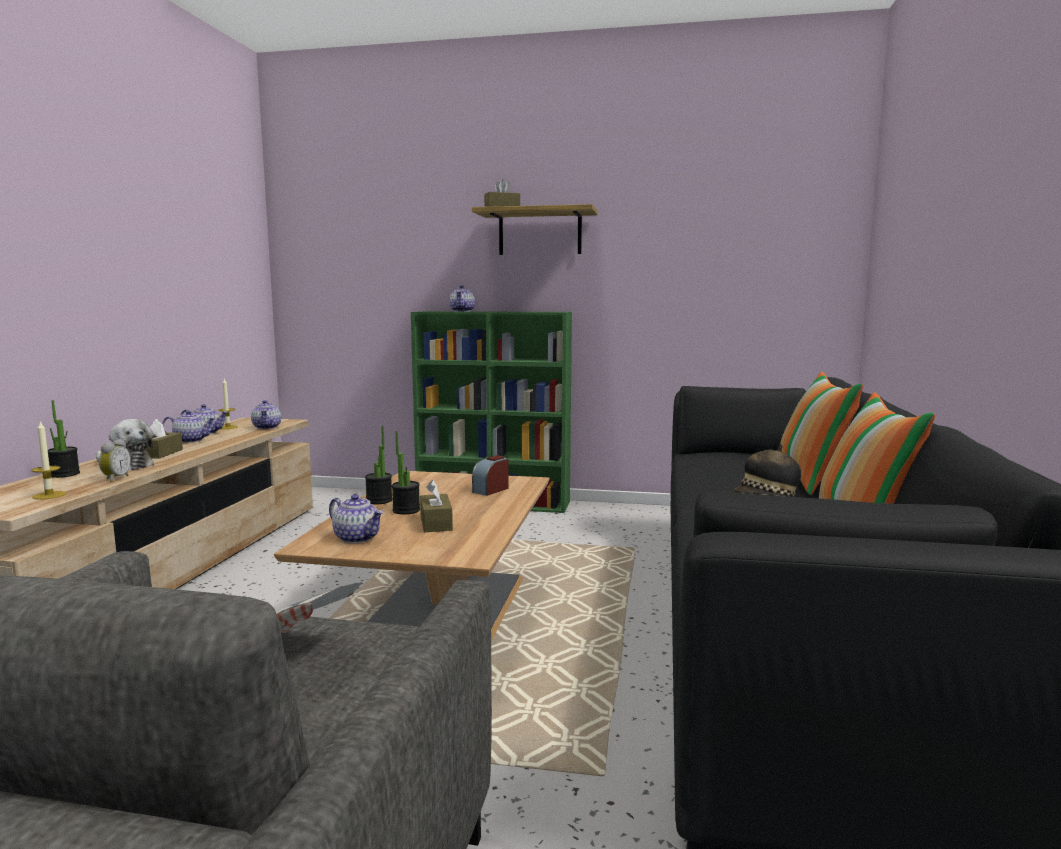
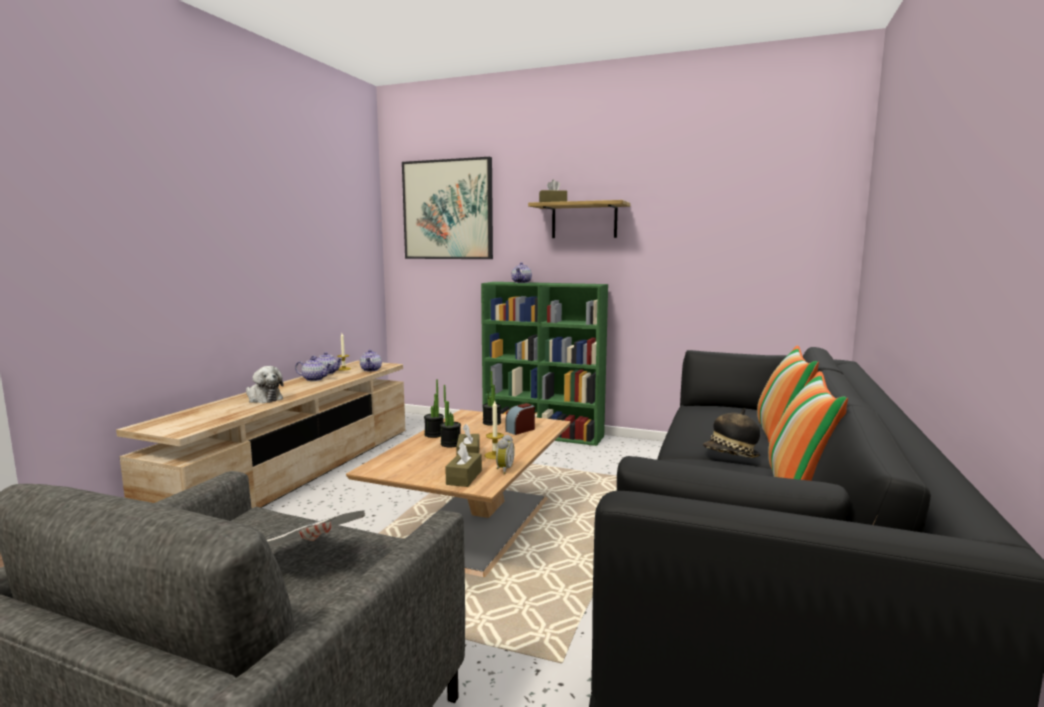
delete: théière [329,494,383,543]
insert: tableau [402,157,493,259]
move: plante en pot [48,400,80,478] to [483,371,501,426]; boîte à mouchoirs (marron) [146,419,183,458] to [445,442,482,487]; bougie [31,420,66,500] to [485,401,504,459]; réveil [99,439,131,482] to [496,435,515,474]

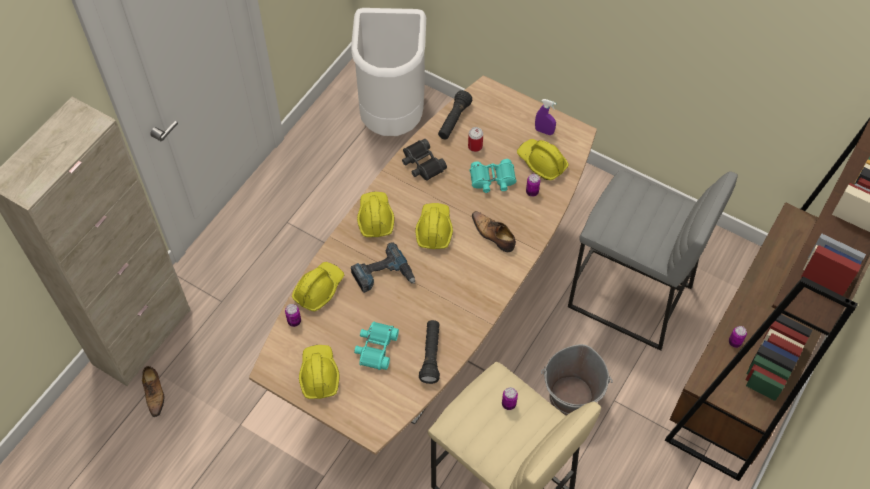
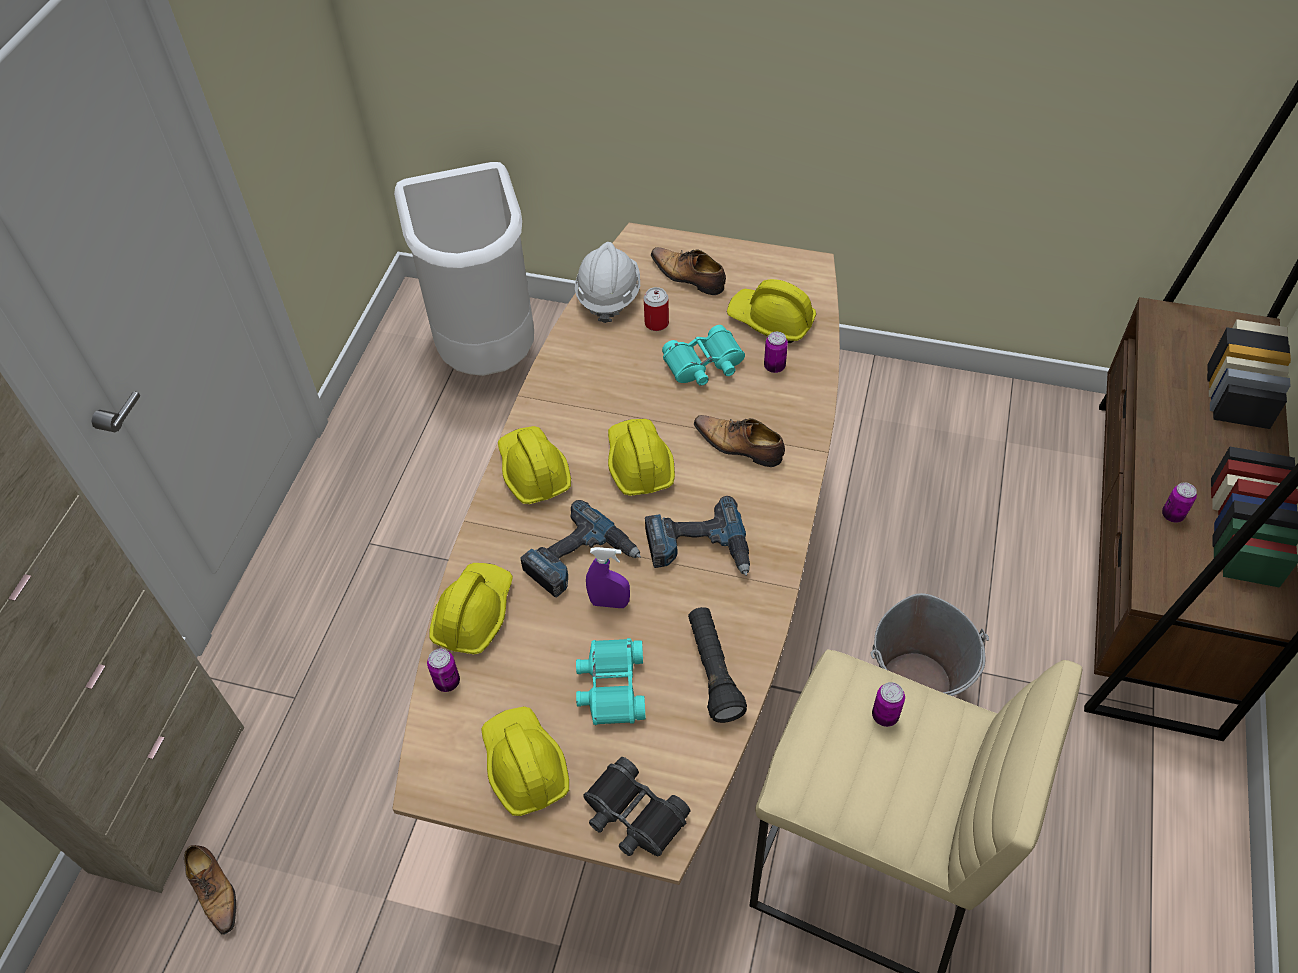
delete: tabouret (gris) [568,170,738,351]
insert: chaussure [651,247,726,295]; perceuse [645,496,750,576]
move: vaporisateur (violet) [535,99,557,135] to [586,547,630,608]; jumelles (noir) [402,139,447,181] to [583,757,691,856]
replace: lampe de poche (noir) [438,90,472,140] to casque de chantier (blanc) [575,242,640,323]

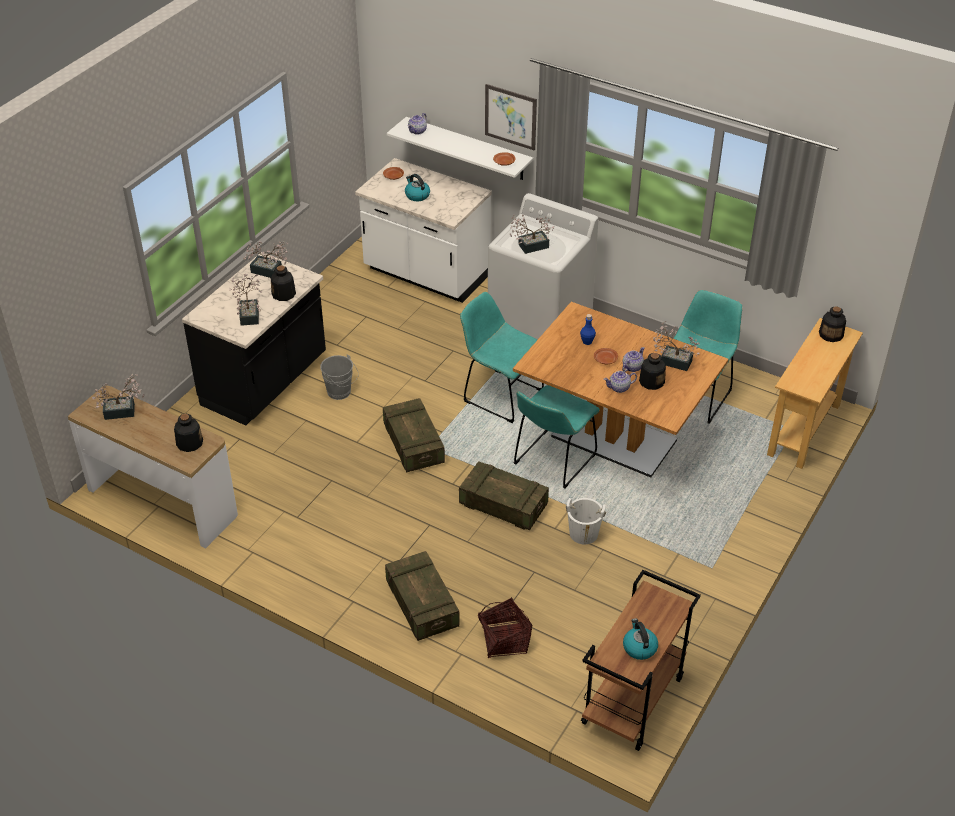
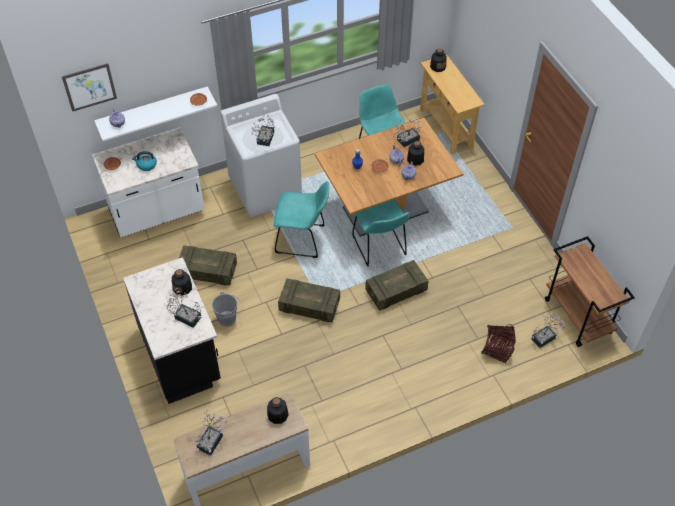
delete: seau (blanc) [566,498,606,544]; bouilloire [623,618,658,660]
move: tableau [485,84,537,151] to [62,63,117,112]; plante en pot [243,241,288,278] to [531,311,565,348]; caisse [385,551,460,641] to [179,245,237,285]
rotate: chaise (turquoise) [460,292,544,423] = [274,181,329,258] 150 degrees counterclockwise

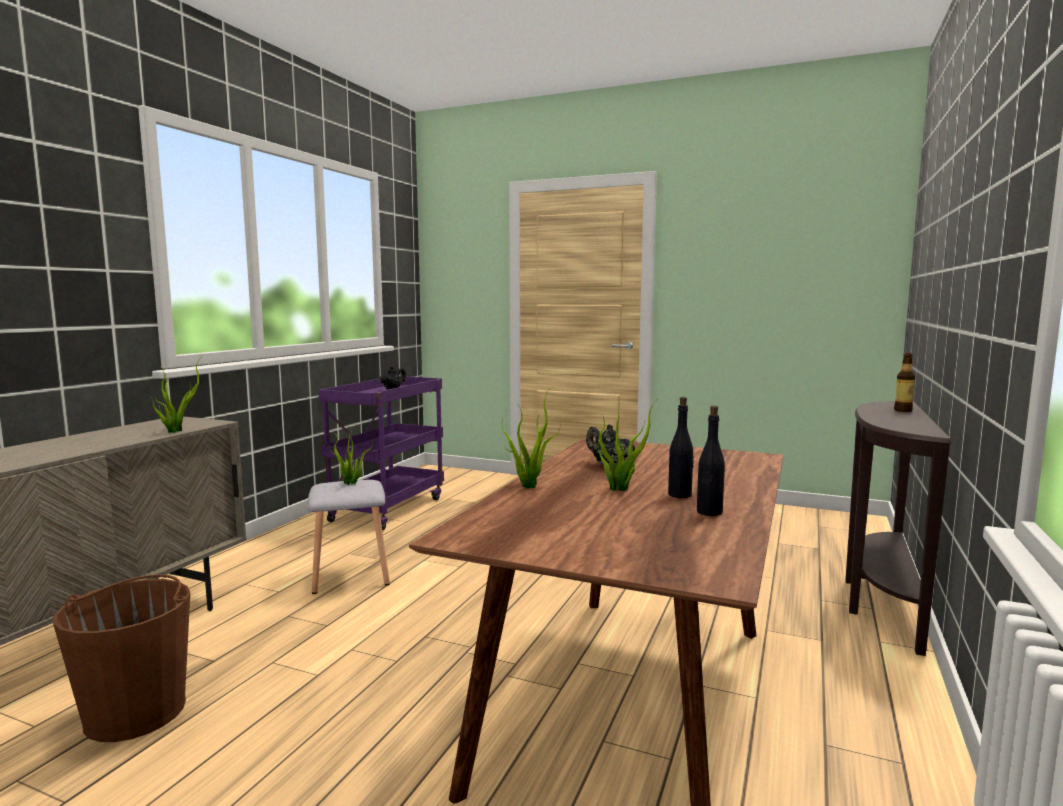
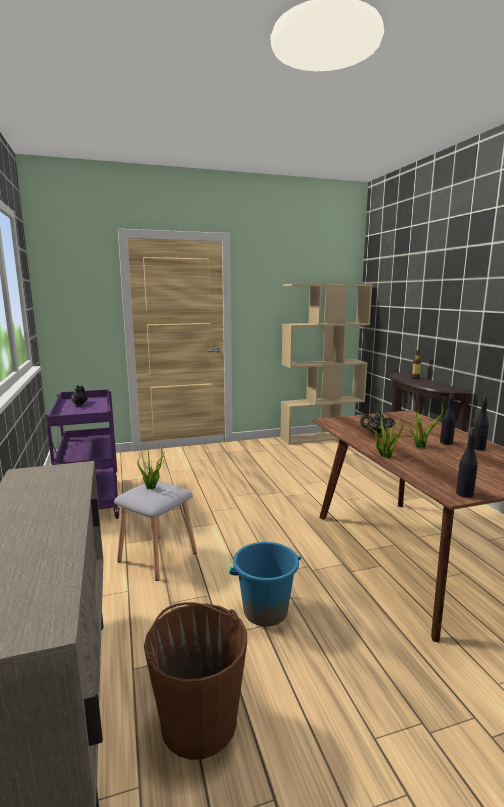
delete: plante en pot [151,359,200,433]
insert: bibliothèque (beige) [280,284,372,445]; bouteille (noir) [456,427,478,498]; seau (bleu) [229,542,301,627]

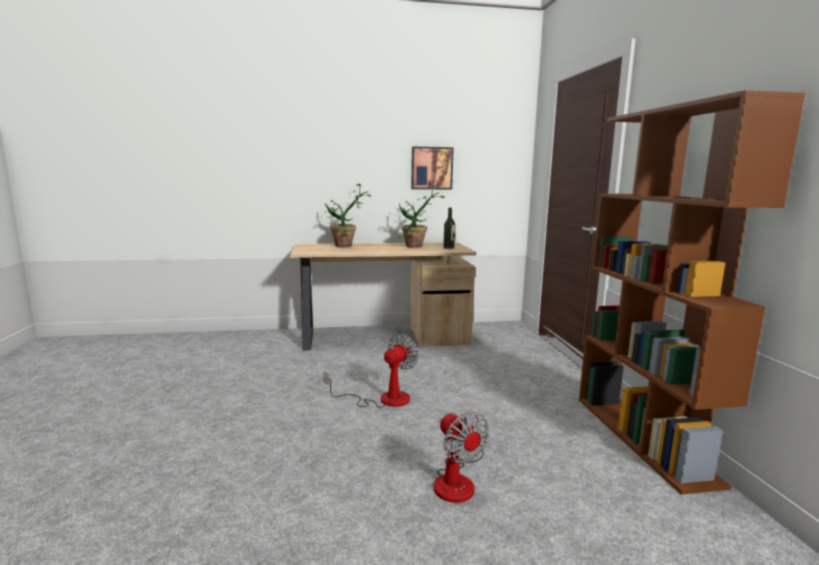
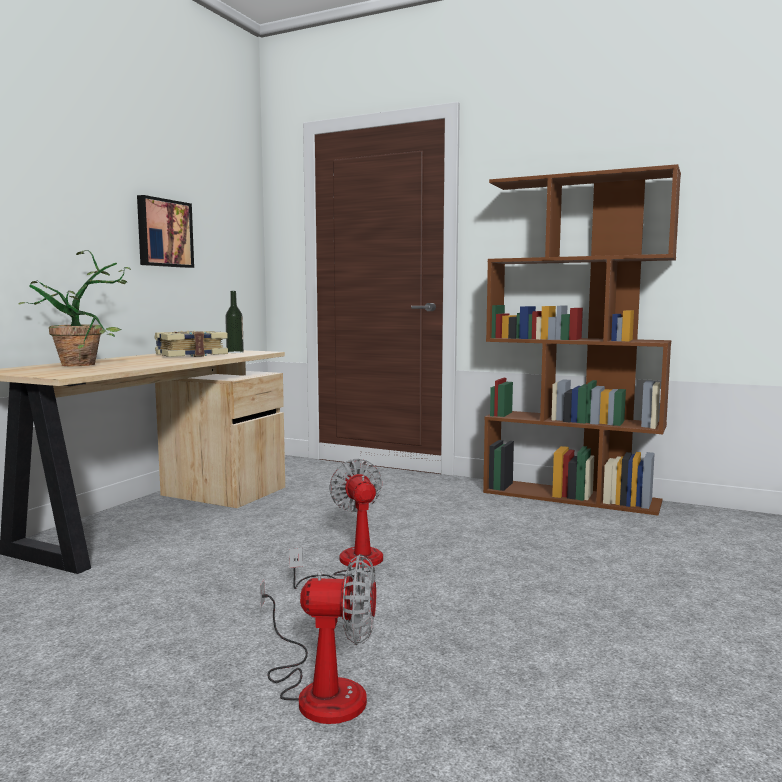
move: ventilateur [434,408,489,503] to [260,554,376,724]
replace: plante en pot [399,185,444,248] to livre [155,330,228,357]

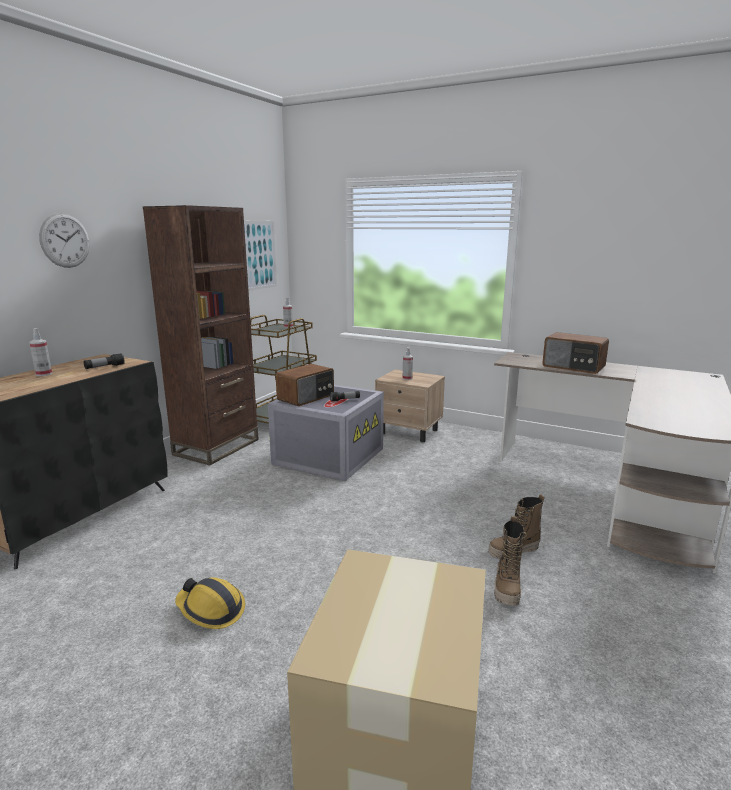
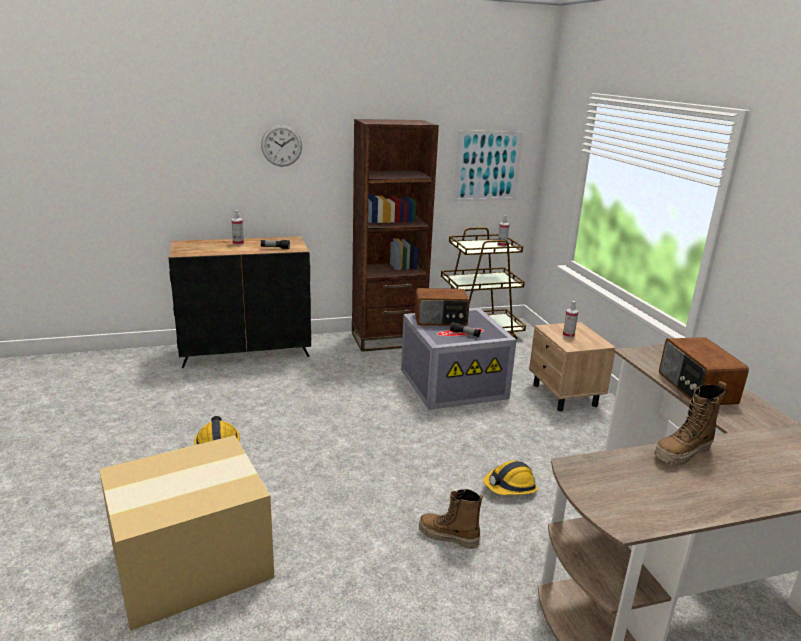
insert: casque de chantier [483,460,538,495]
move: botte [494,516,527,606] to [654,381,726,466]

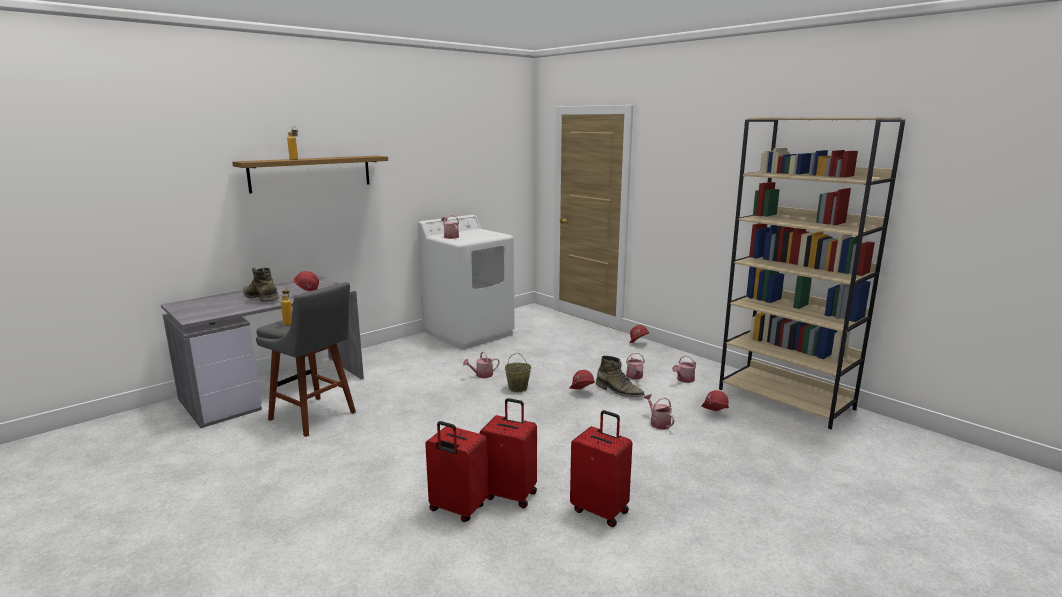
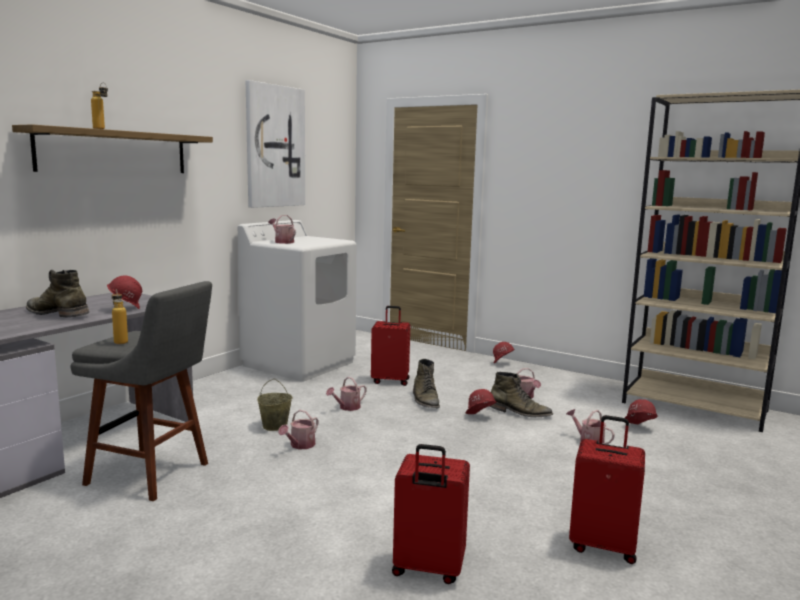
insert: tableau [246,80,305,208]; botte (vert) [413,359,440,409]
move: seau (beige) [505,353,532,392] to [257,379,293,431]; arrosoir [672,355,696,383] to [278,410,319,449]; valise (rouge) [479,398,537,508] to [371,306,410,386]

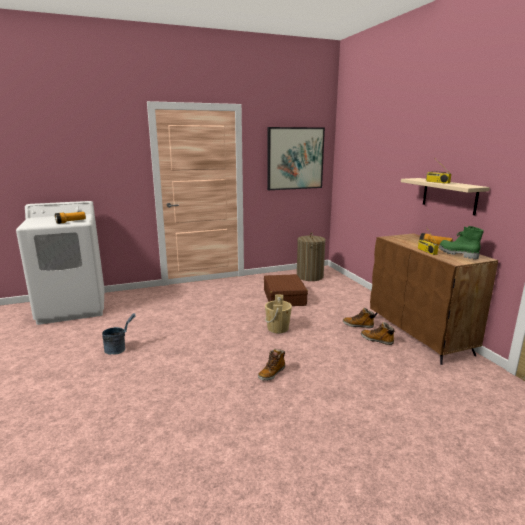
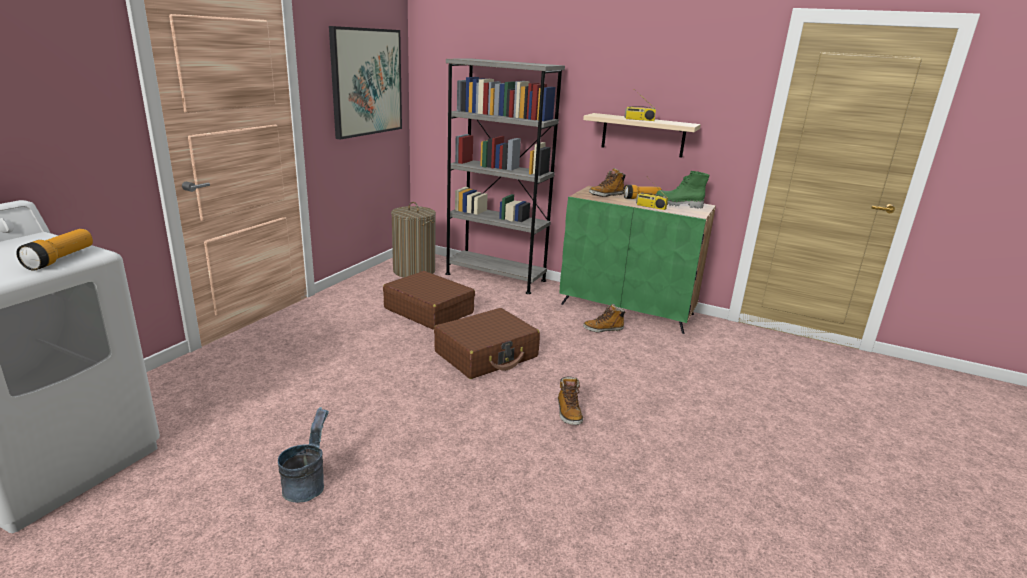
insert: bibliothèque (gris) [445,58,565,294]
move: botte [343,308,374,328] to [589,168,626,197]
replace: seau (beige) [265,294,292,333] to valise (marron) [434,308,540,379]
recolor: meuble de rangement (marron) [370,233,498,365] to meuble de rangement (vert) [559,186,716,334]

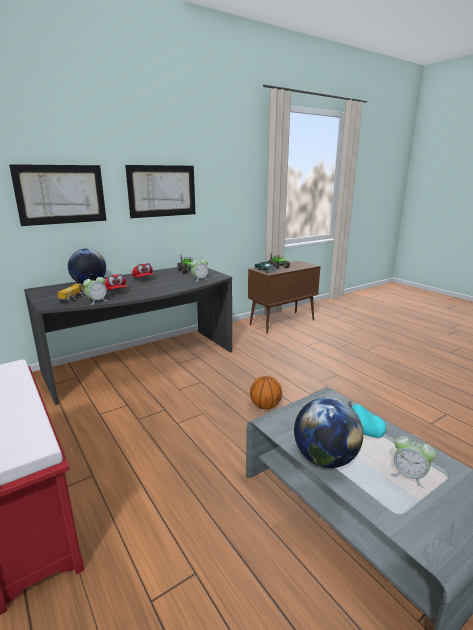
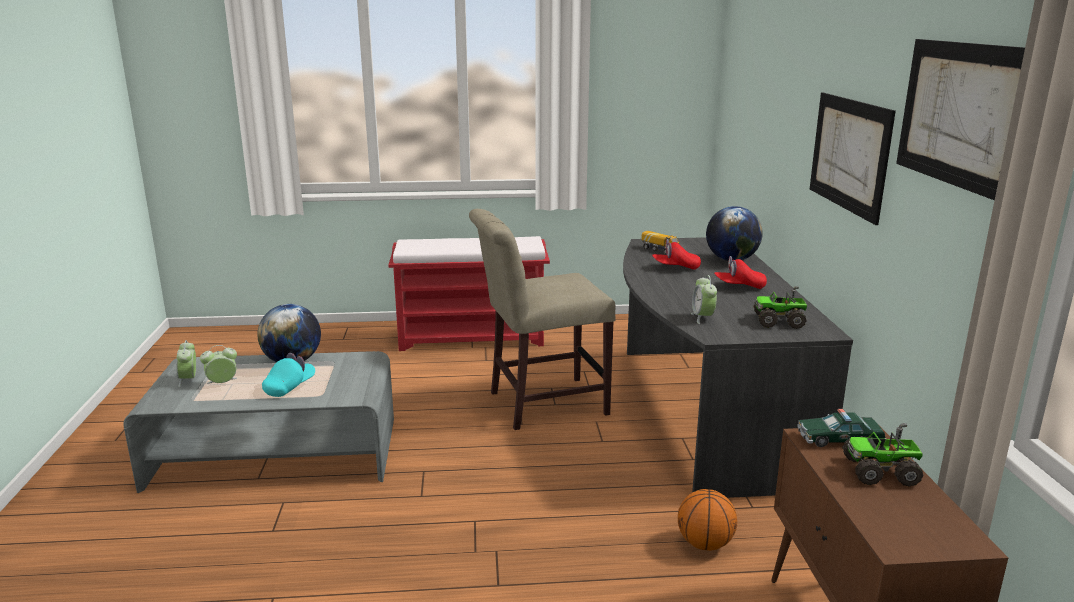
insert: chaise (beige) [469,209,616,430]
move: tableau [9,164,106,226] to [896,39,1025,200]; réveil [83,274,108,305] to [176,340,196,387]; ballon de basket [250,376,282,409] to [678,489,737,551]

